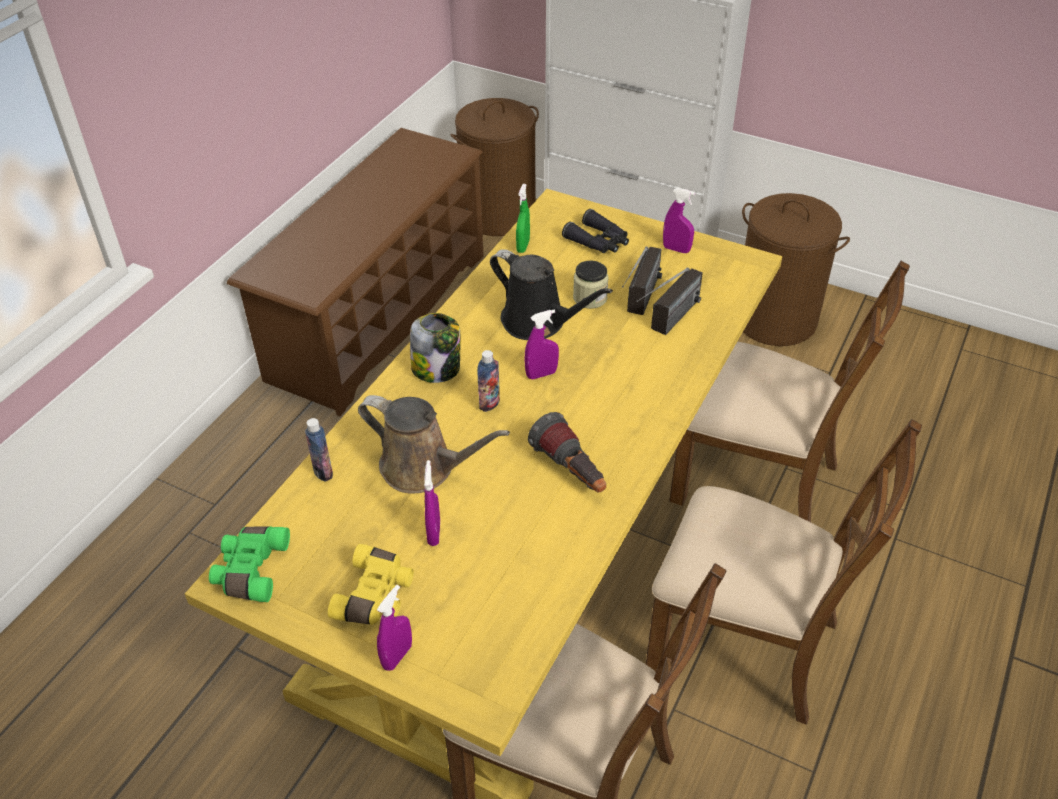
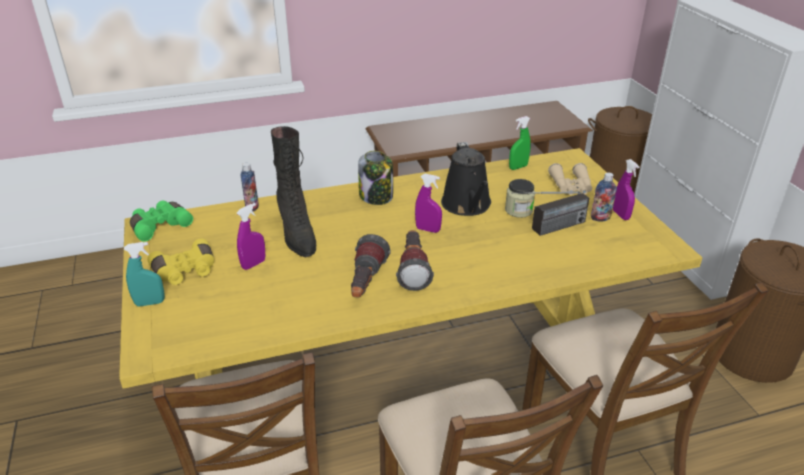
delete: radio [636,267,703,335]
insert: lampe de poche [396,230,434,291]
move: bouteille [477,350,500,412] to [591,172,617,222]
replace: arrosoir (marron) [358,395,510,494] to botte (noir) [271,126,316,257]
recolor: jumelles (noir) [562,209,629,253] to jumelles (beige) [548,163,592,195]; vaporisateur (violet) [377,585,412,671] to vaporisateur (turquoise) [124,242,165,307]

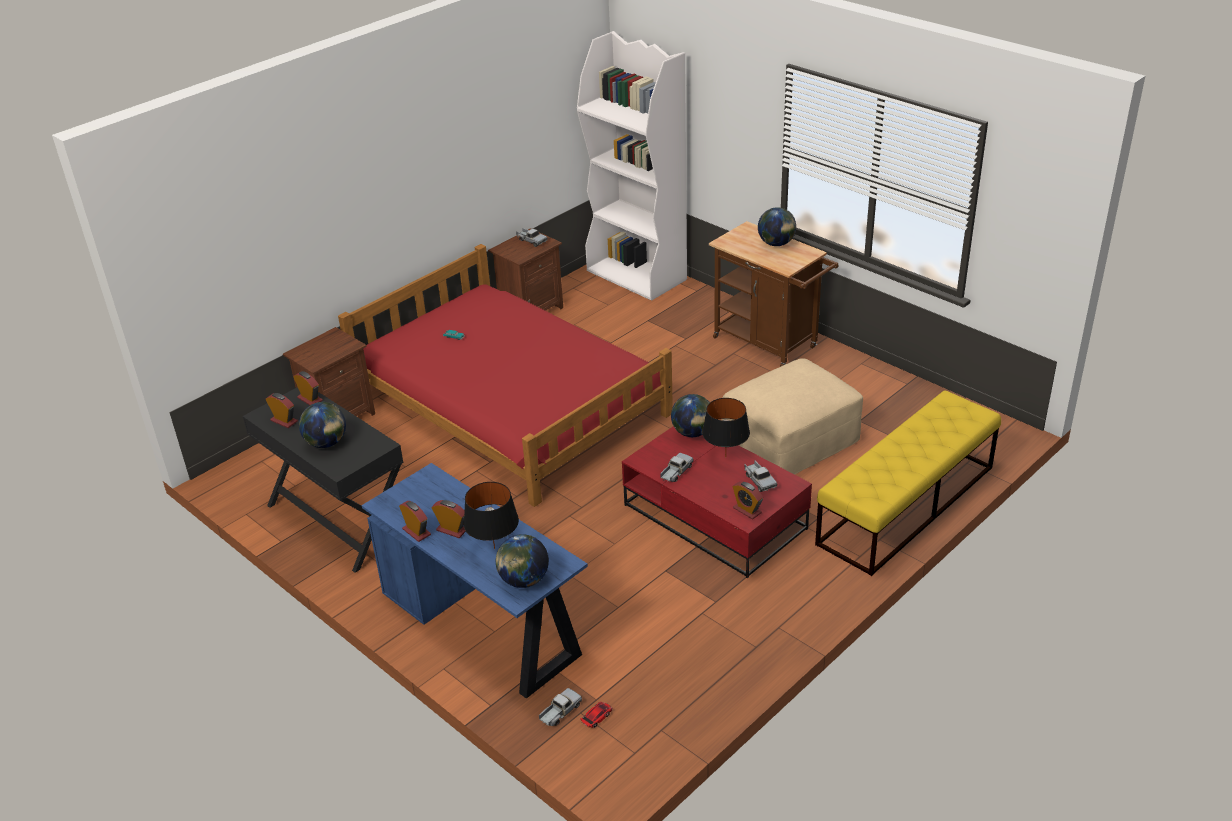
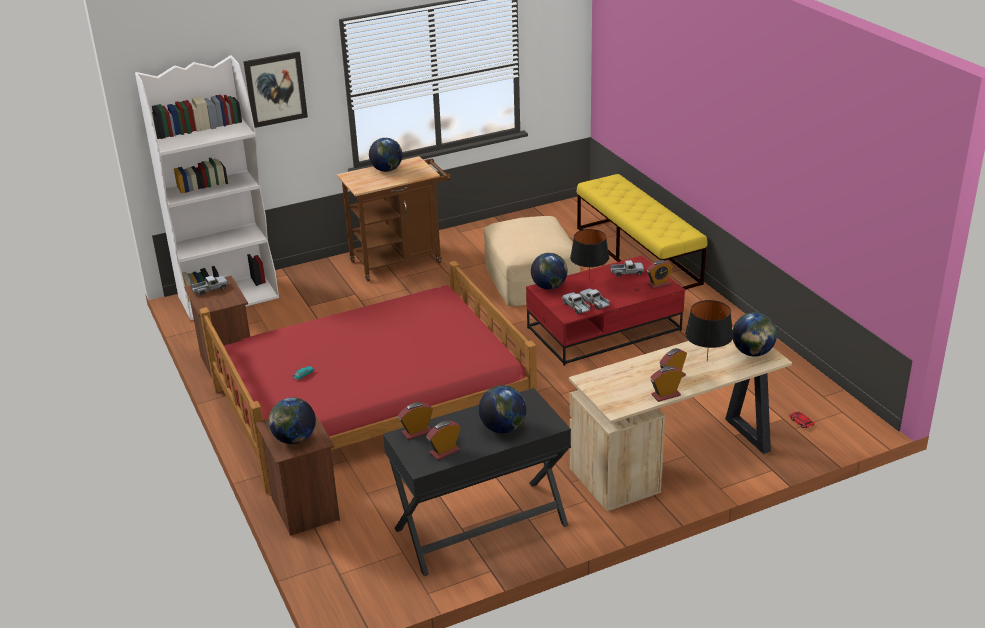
insert: tableau [243,51,308,128]; globe [269,397,316,444]
move: camion jouet [539,688,582,726] to [562,292,590,314]
recolor: bureau (bleu) [362,463,588,699] to bureau (beige) [569,328,792,511]

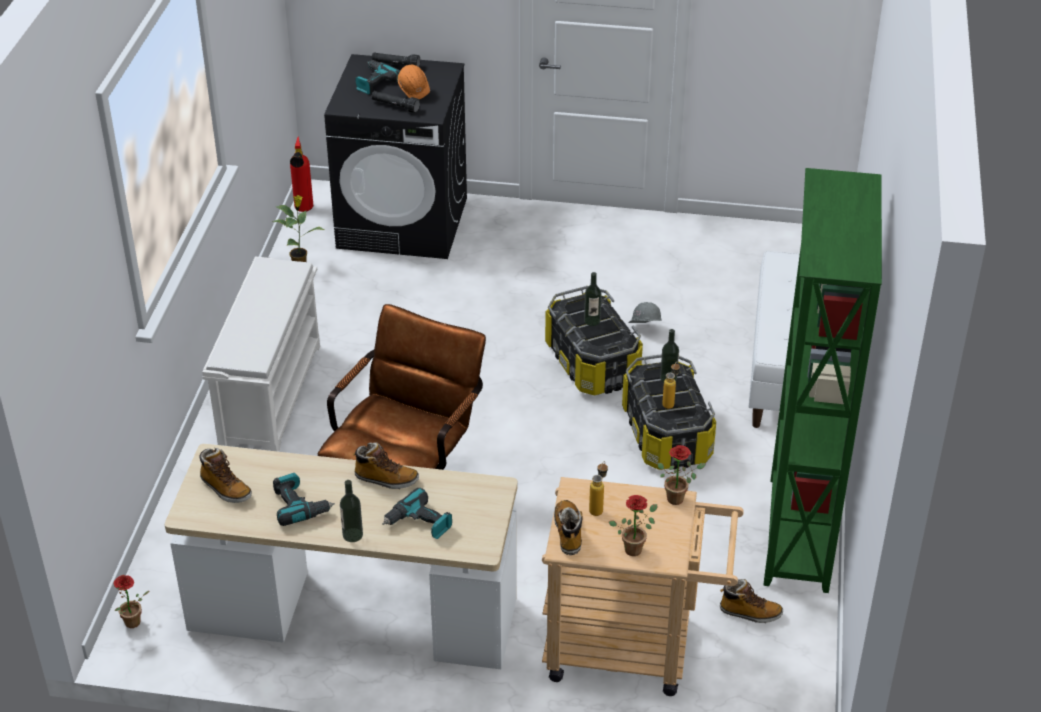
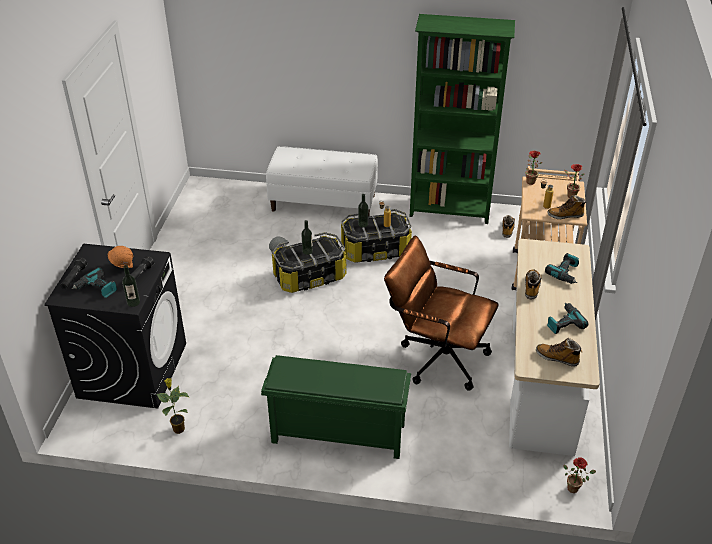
delete: extincteur [290,136,313,212]
move: bouteille [340,480,363,542] to [122,265,140,307]
recolor: étagère à chaussures (blanc) [202,257,320,452] to étagère à chaussures (vert) [261,355,411,459]
rotate: botte [199,448,252,503] = [536,338,583,367] 105 degrees counterclockwise

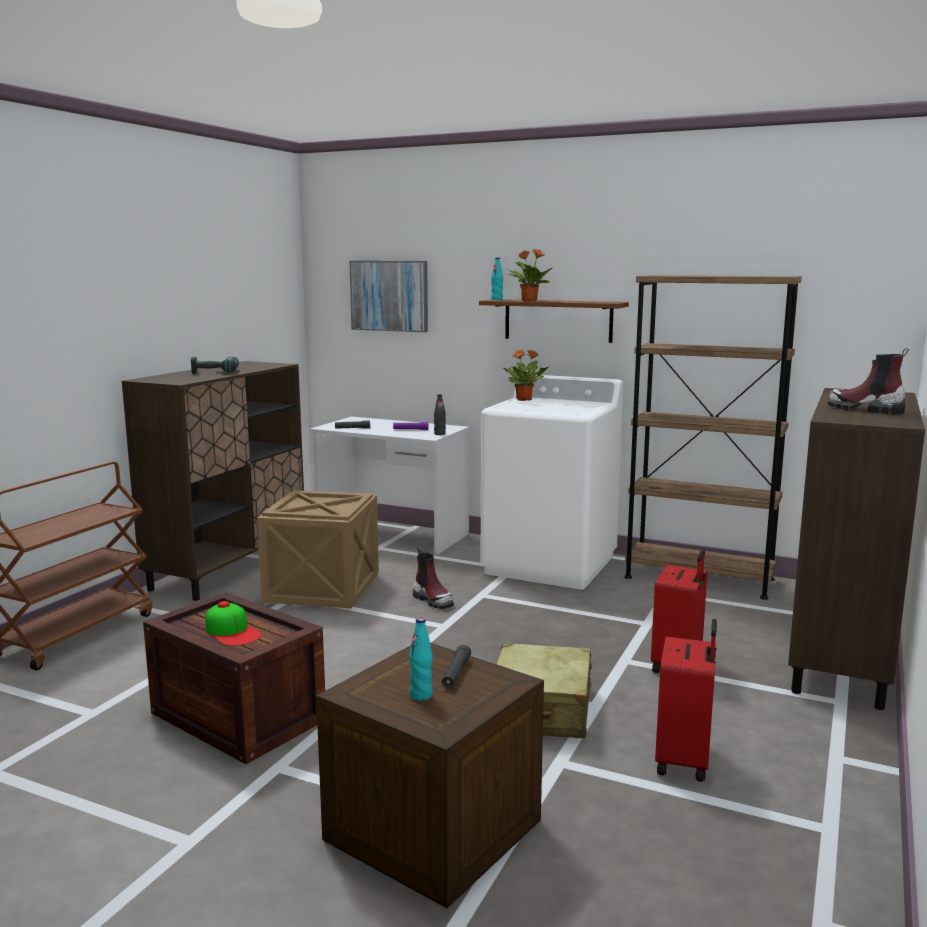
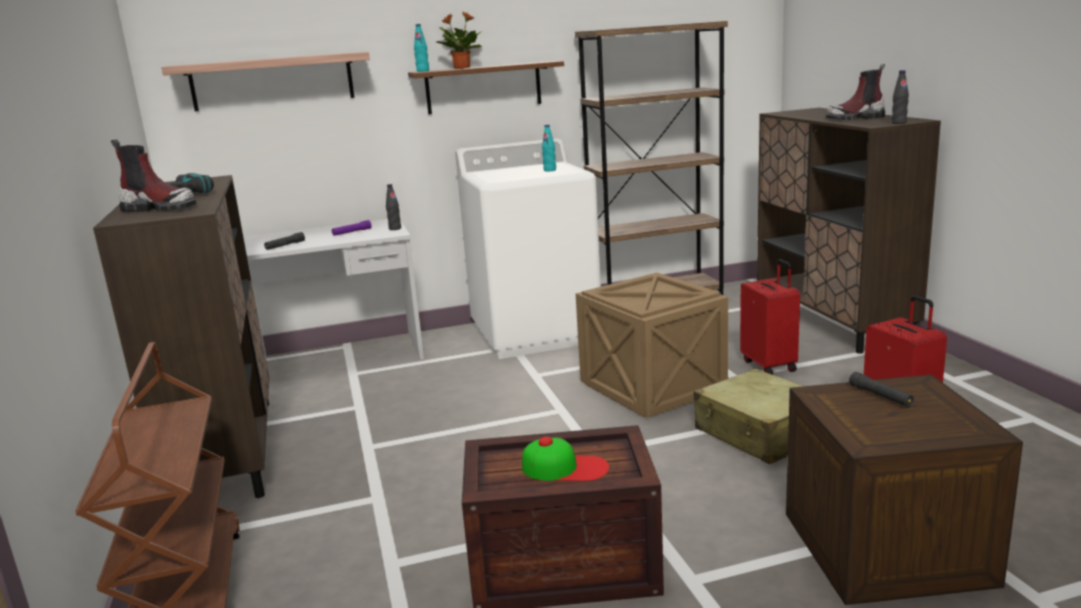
delete: plante en pot [503,349,548,401]
insert: bouteille (noir) [891,70,909,124]
move: caisse [257,490,379,608] to [576,273,728,418]; botte [413,547,454,609] to [111,139,197,212]; bouteille (turquoise) [409,618,433,701] to [542,125,556,171]
replace: tableau [349,261,428,332] to étagère [161,52,370,111]

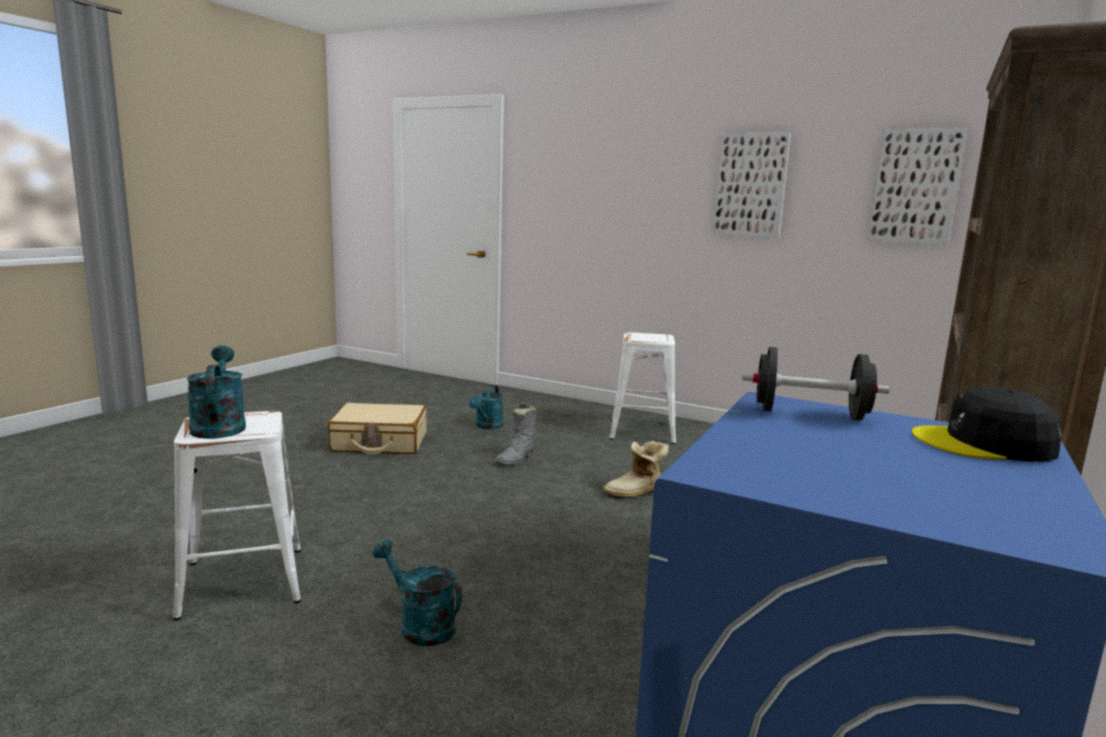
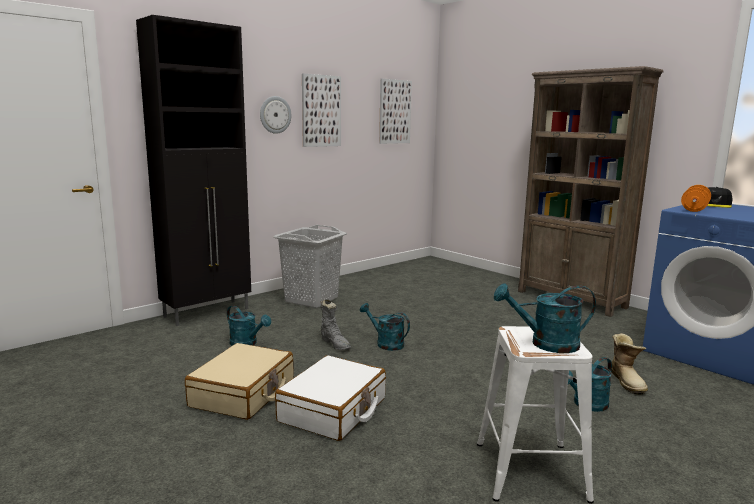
insert: meuble de rangement (noir) [136,15,251,326]; horloge murale [260,96,291,134]; arrosoir (turquoise) [360,303,410,351]; valise (blanc) [275,355,386,441]
move: botte [603,441,669,498] to [611,333,648,394]
replace: tabouret (blanc) [609,332,676,444] to panier à linge (gris) [273,225,347,308]
recolor: haltère (noir) [742,347,889,421] to haltère (orange) [681,185,711,212]

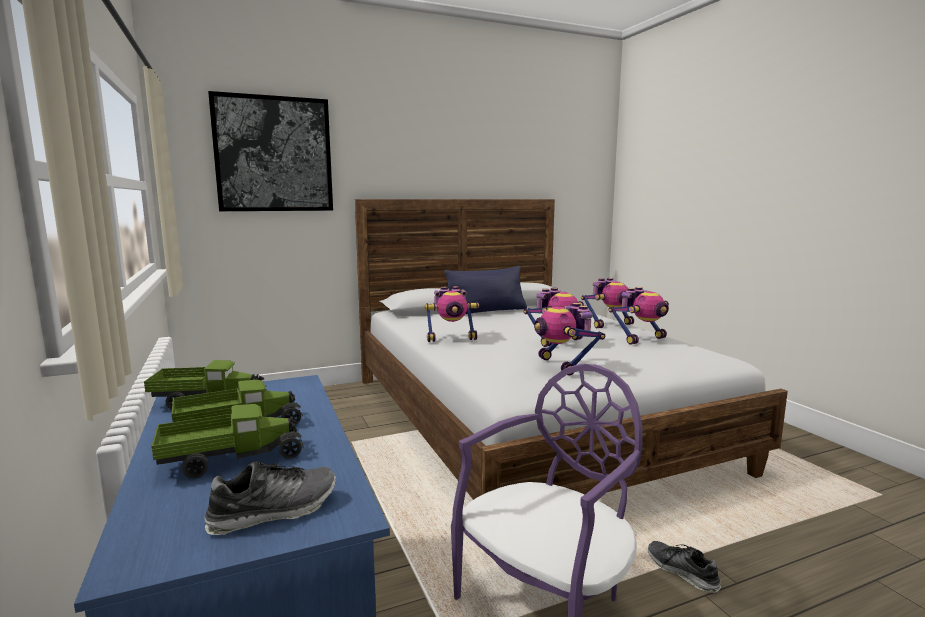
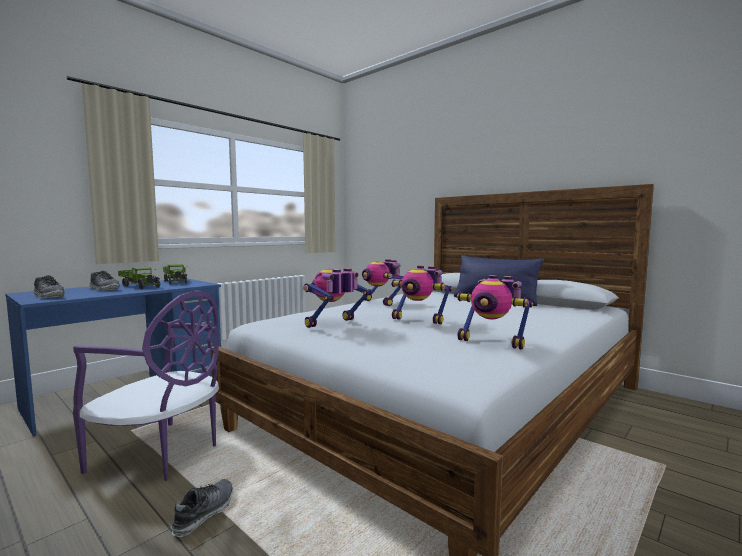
delete: tableau [208,91,333,211]; robot jouet [581,278,634,328]
replace: camion jouet [152,404,304,479] to chaussure [89,271,120,291]

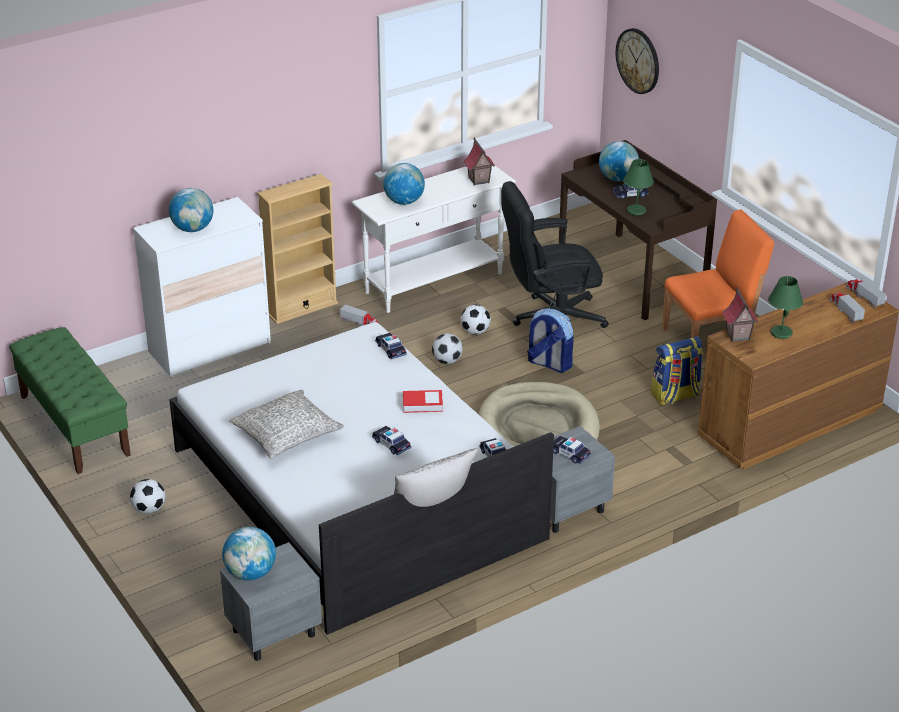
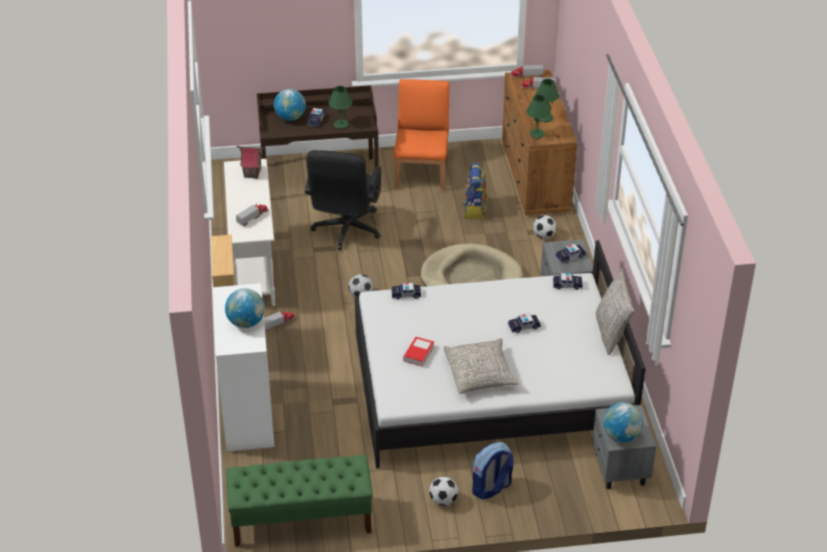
delete: horloge murale [616,28,659,94]
move: ballon de foot [460,305,491,335] to [533,215,557,239]; sac à dos [527,308,574,373] to [472,442,514,500]; livre [403,390,443,413] to [403,337,434,366]
replace: globe [383,163,425,205] to camion jouet [236,203,268,227]; maison miniature [722,287,758,342] to lampe de table (vert) [527,95,551,139]

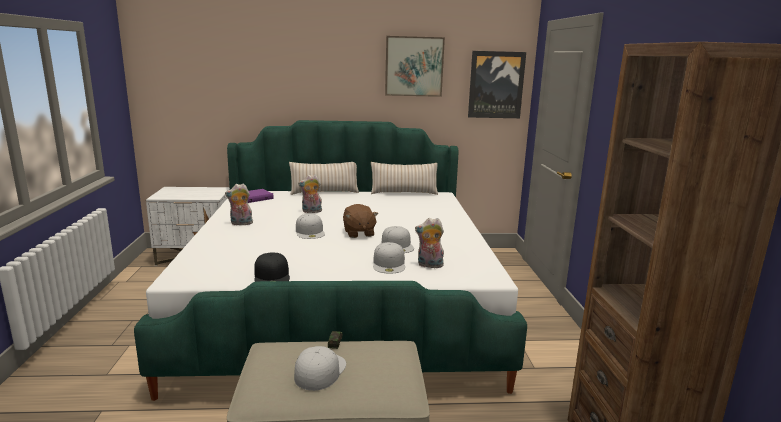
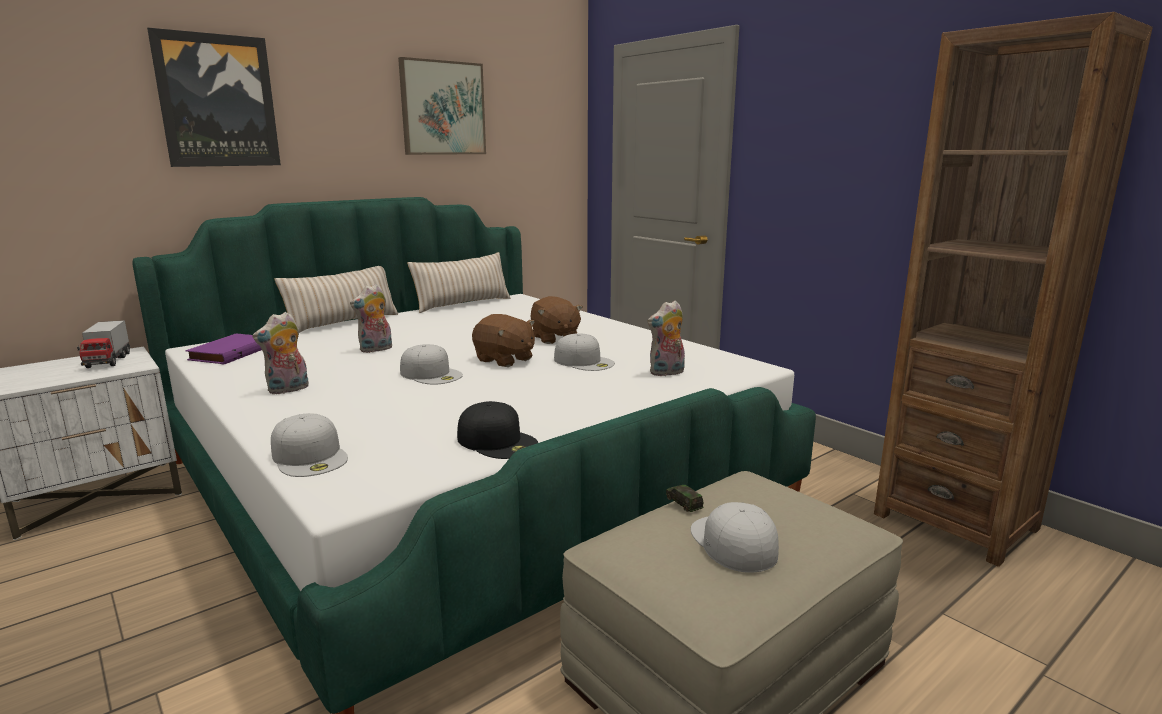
insert: peluche (marron) [530,296,583,344]; camion jouet [77,320,130,368]
move: tableau [468,51,526,118] to [147,28,281,167]; casquette (blanc) [373,242,405,273] to [271,413,348,477]

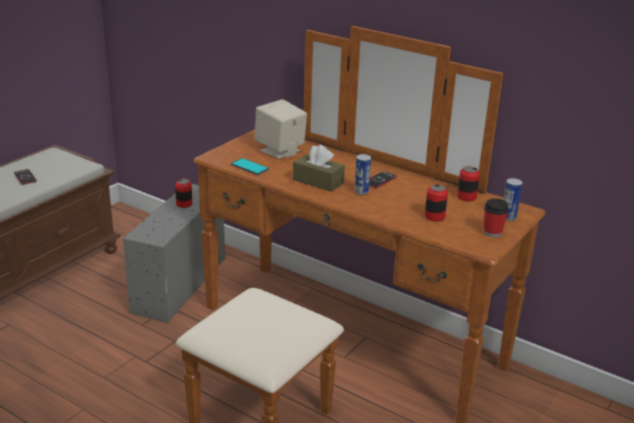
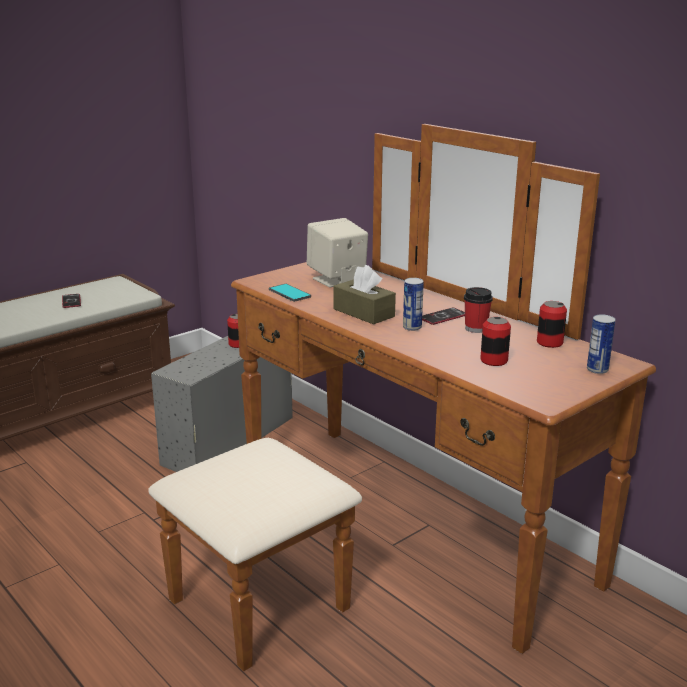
move: tasse [484,198,509,237] to [464,287,493,333]

